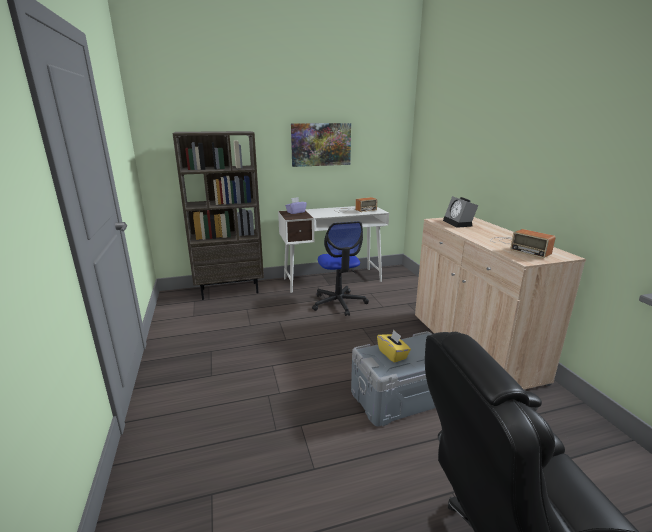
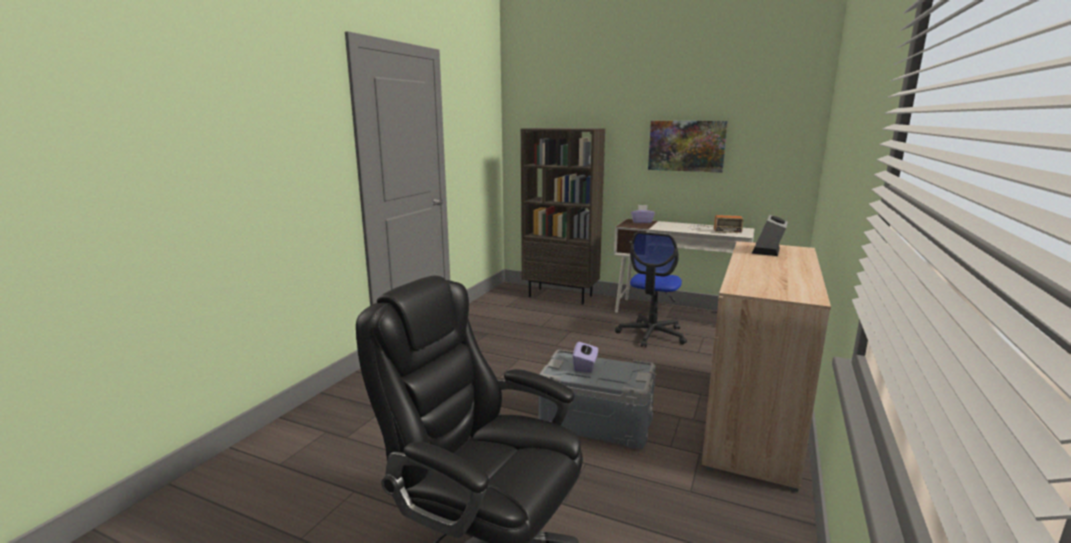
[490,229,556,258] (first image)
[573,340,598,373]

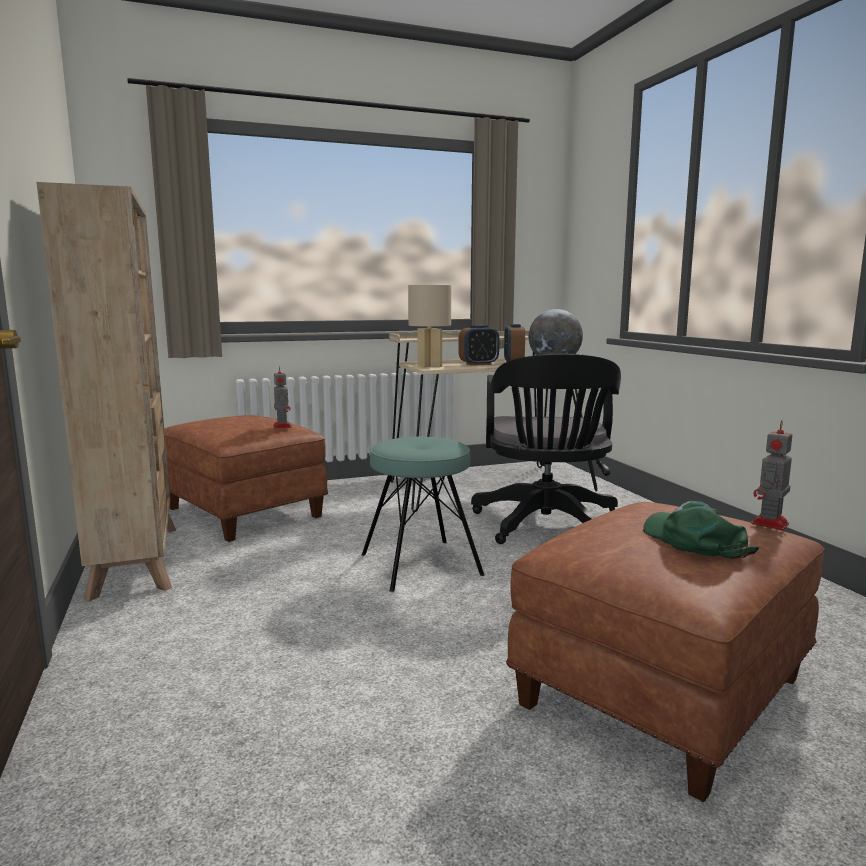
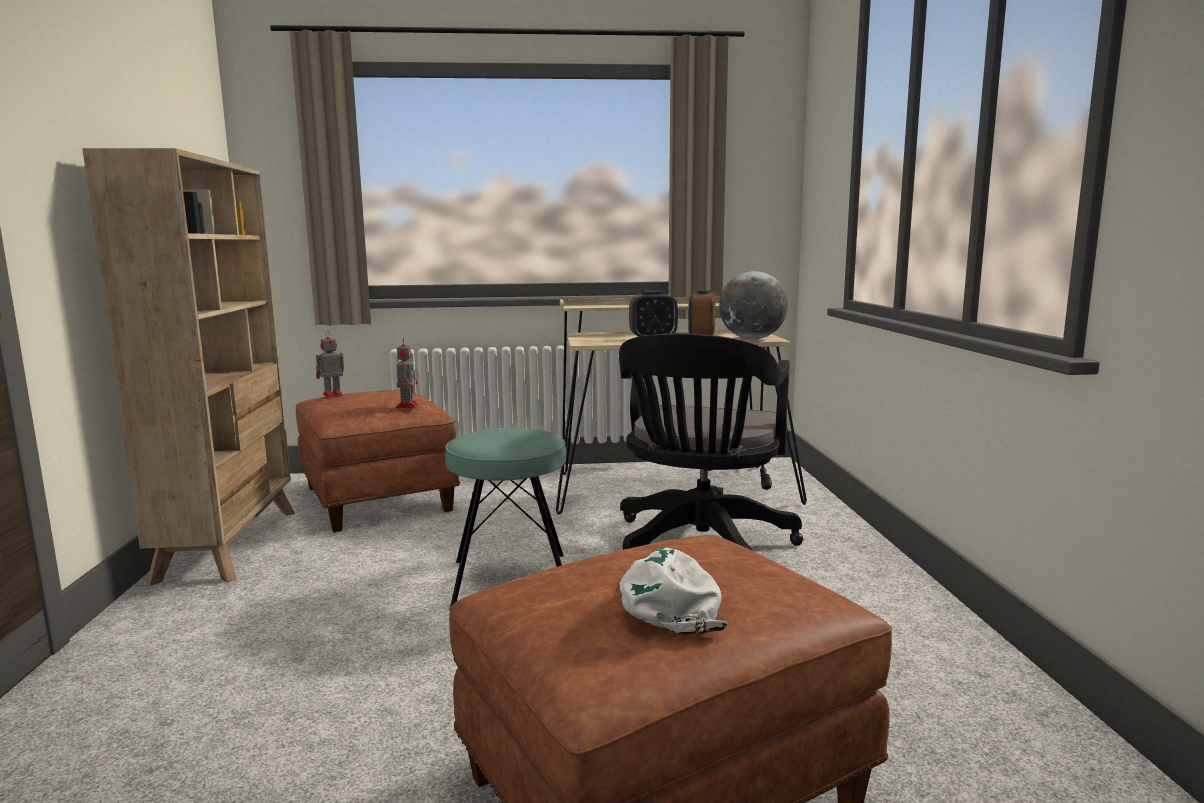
[408,285,451,367] (first image)
[316,331,344,398]
[619,547,728,635]

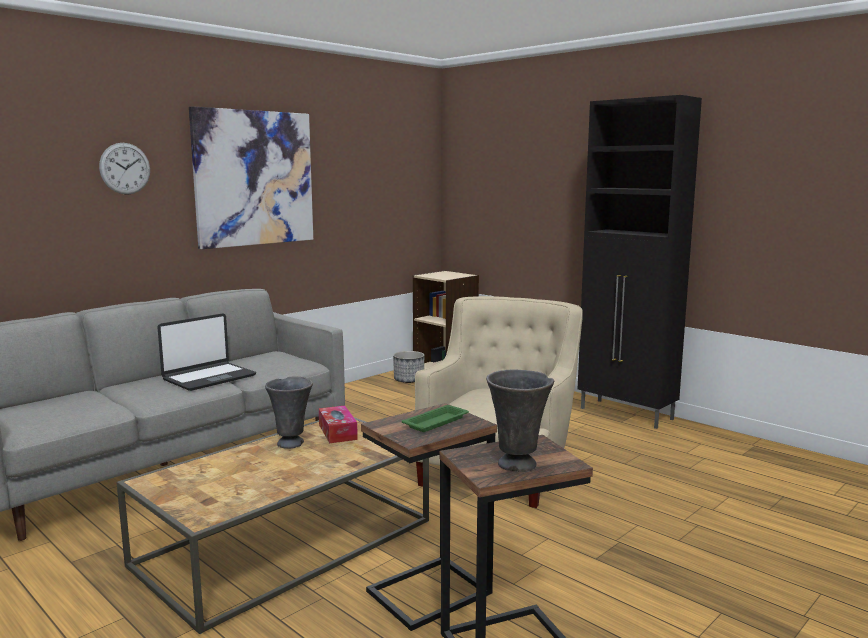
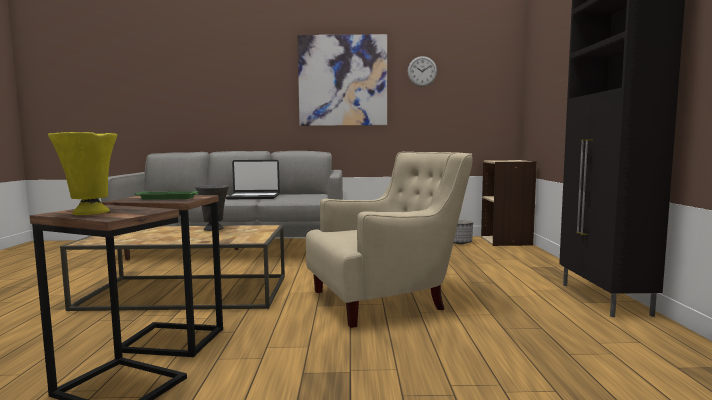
[407,56,437,87]
[48,132,117,215]
[319,406,358,443] (first image)

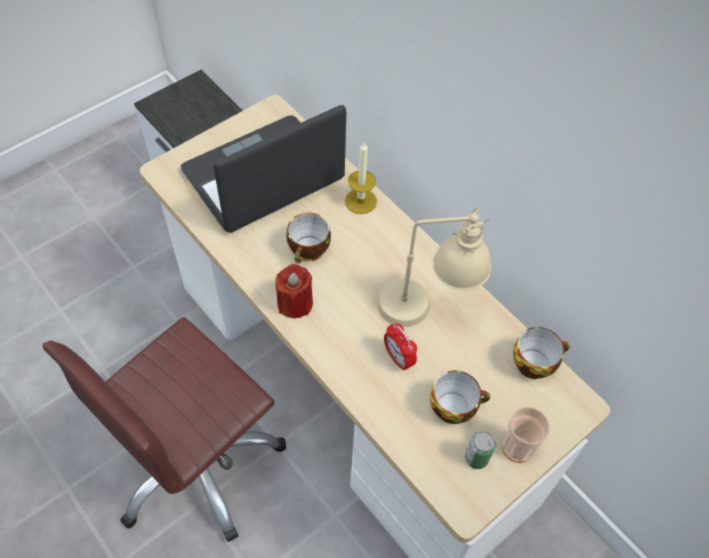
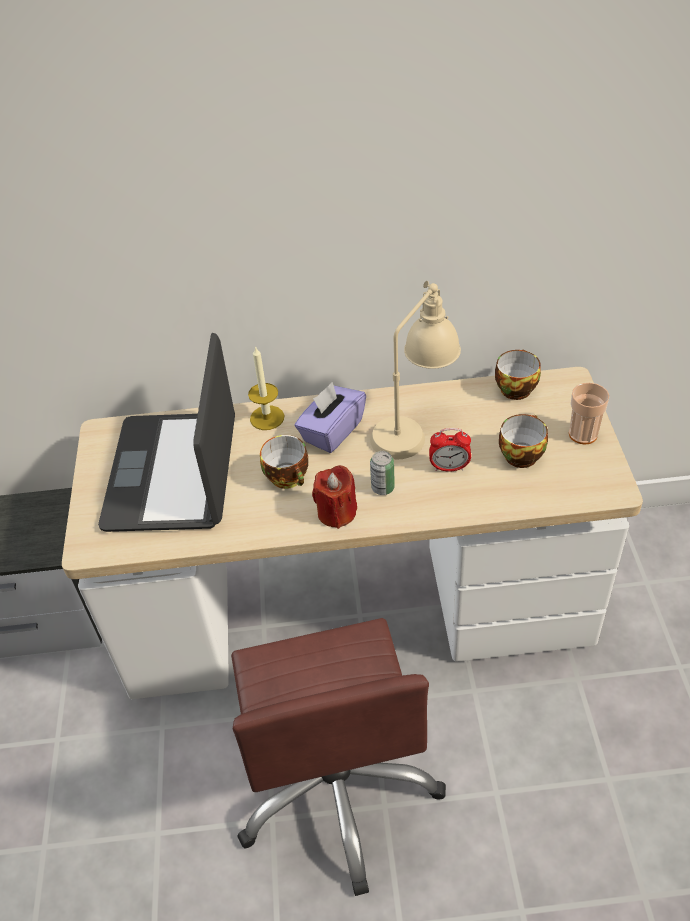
[370,451,395,495]
[295,382,366,453]

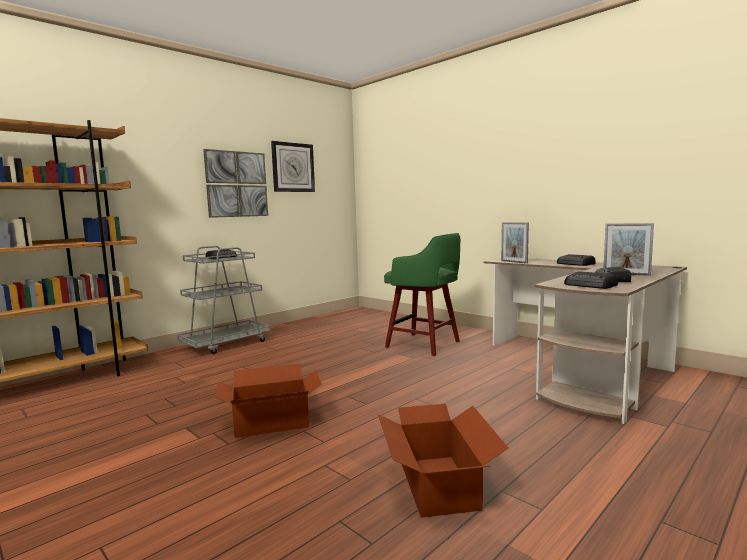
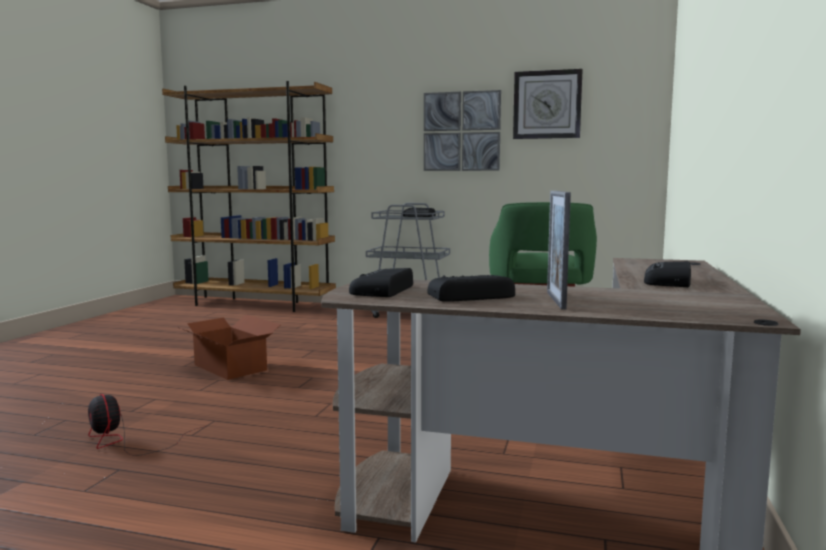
[501,222,529,264] (first image)
[88,394,206,456]

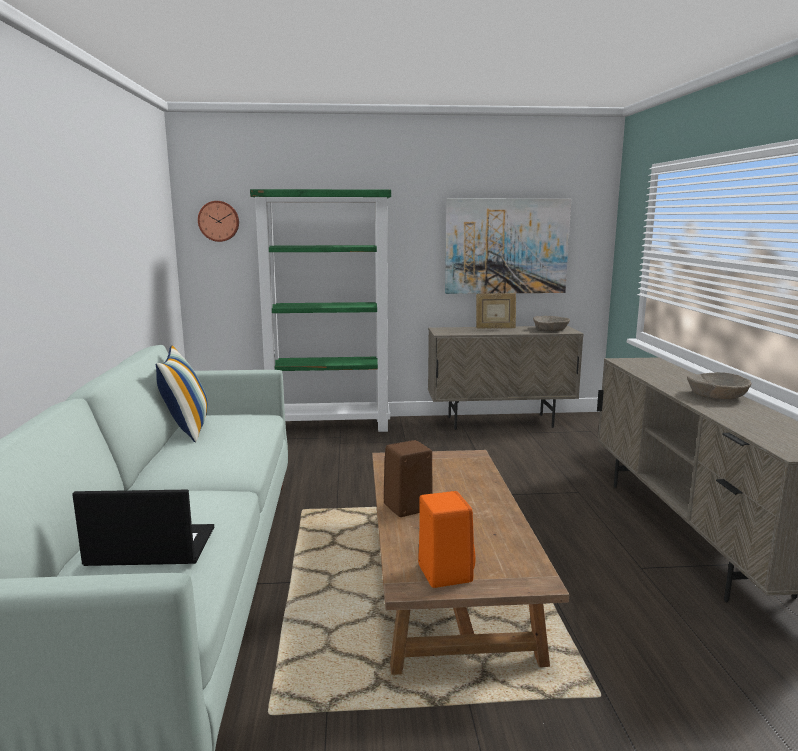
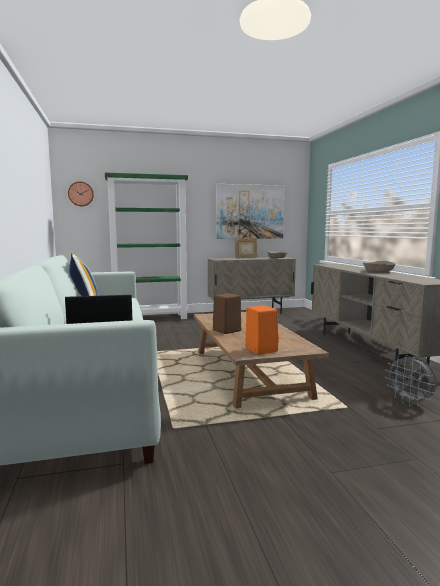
[385,355,437,406]

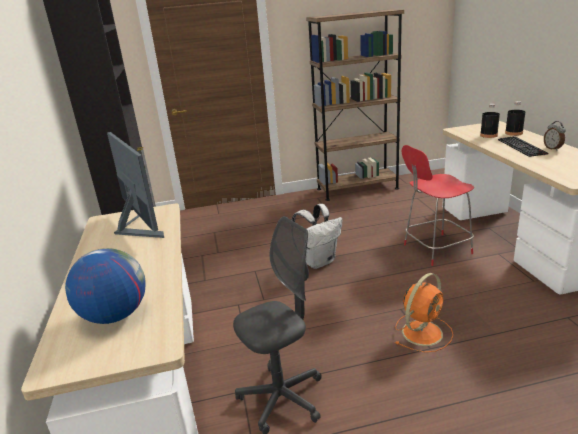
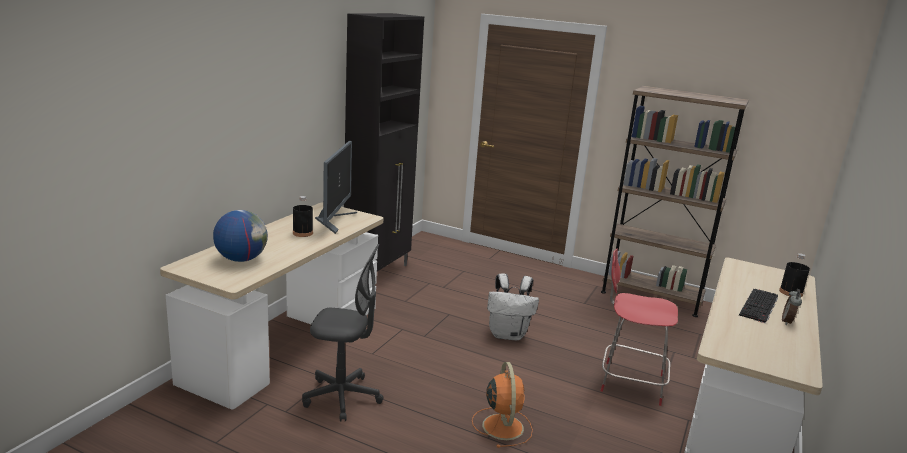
[293,196,313,237]
[472,362,533,448]

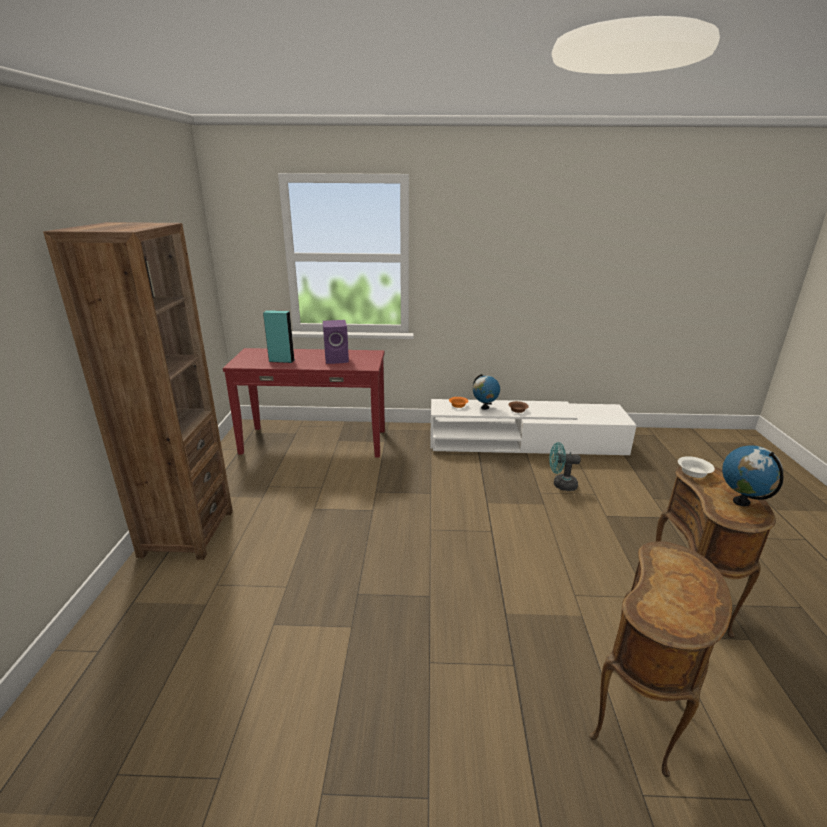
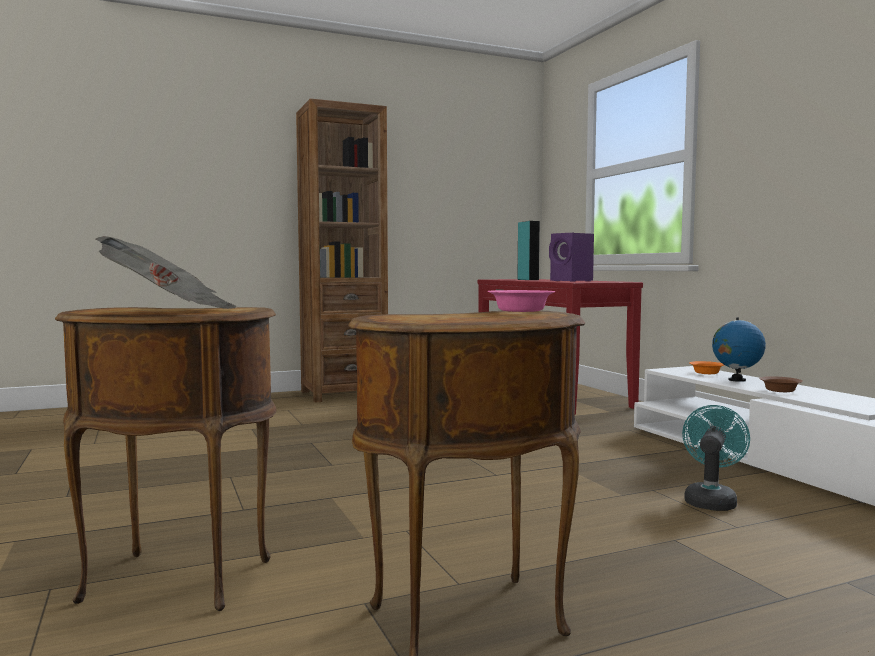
[682,405,750,511]
[722,445,783,506] (first image)
[487,290,555,312]
[95,236,236,309]

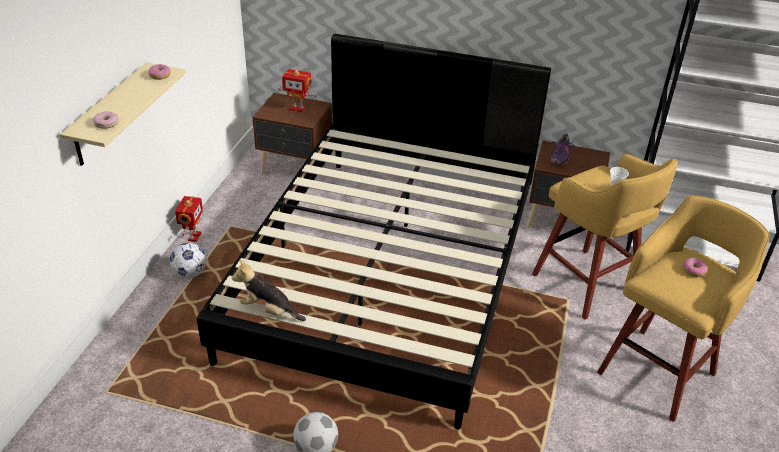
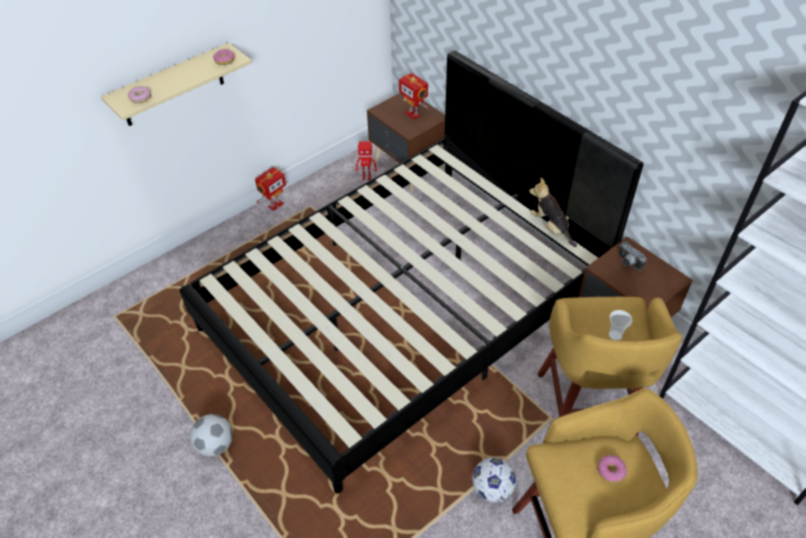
[618,241,646,270]
[472,457,516,503]
[529,178,577,247]
[355,141,377,180]

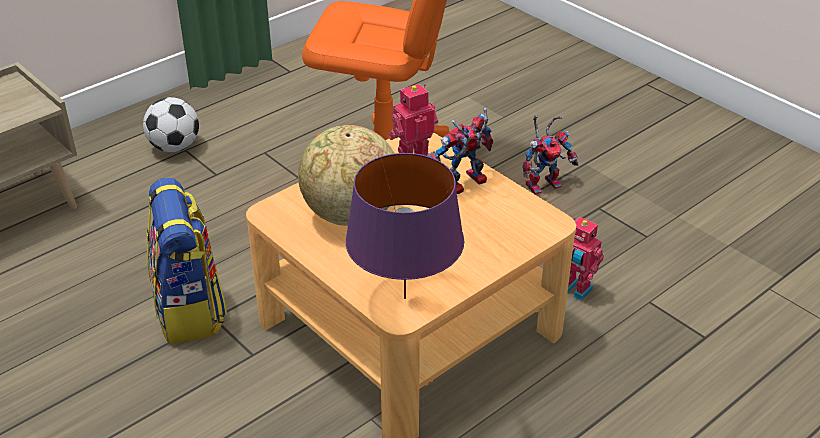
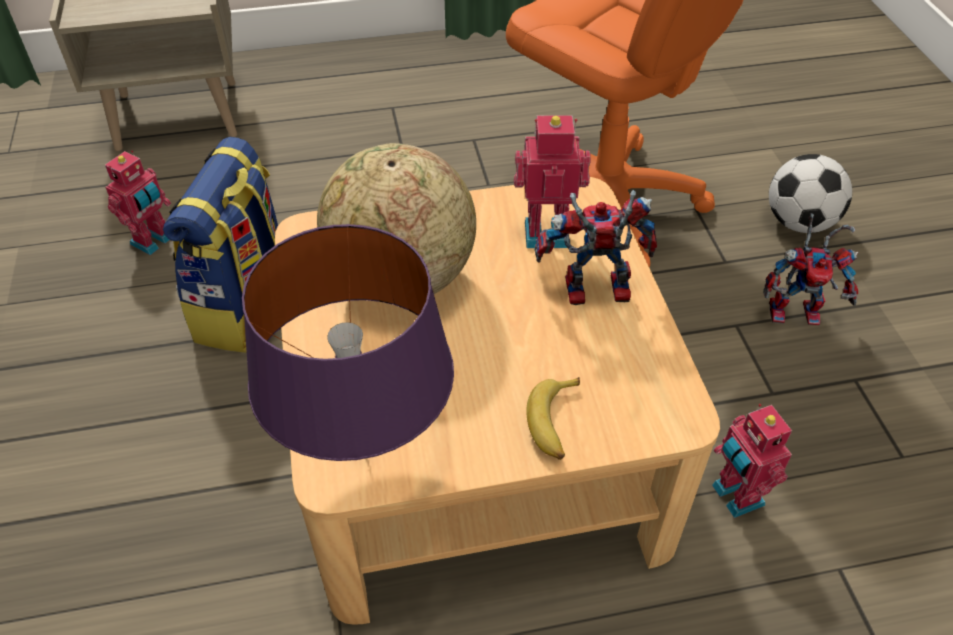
[769,154,852,233]
[105,150,171,255]
[526,377,580,460]

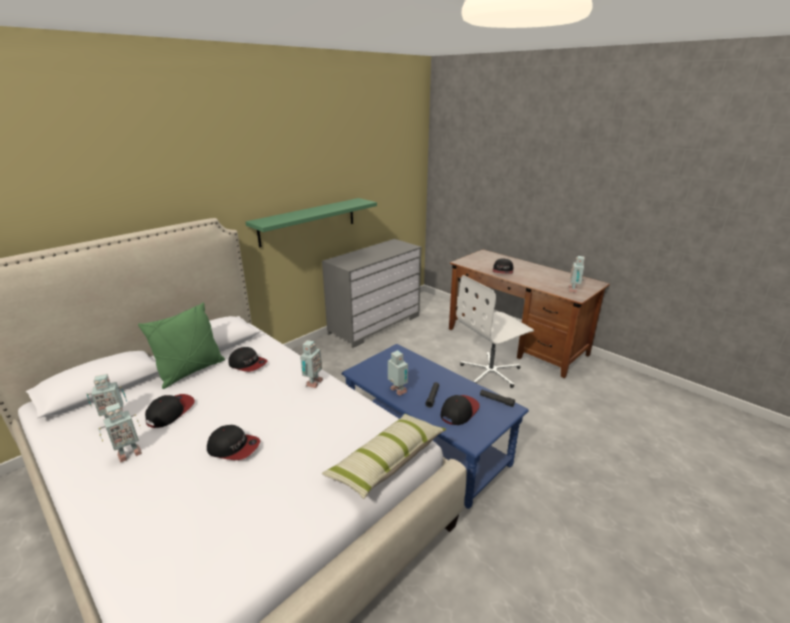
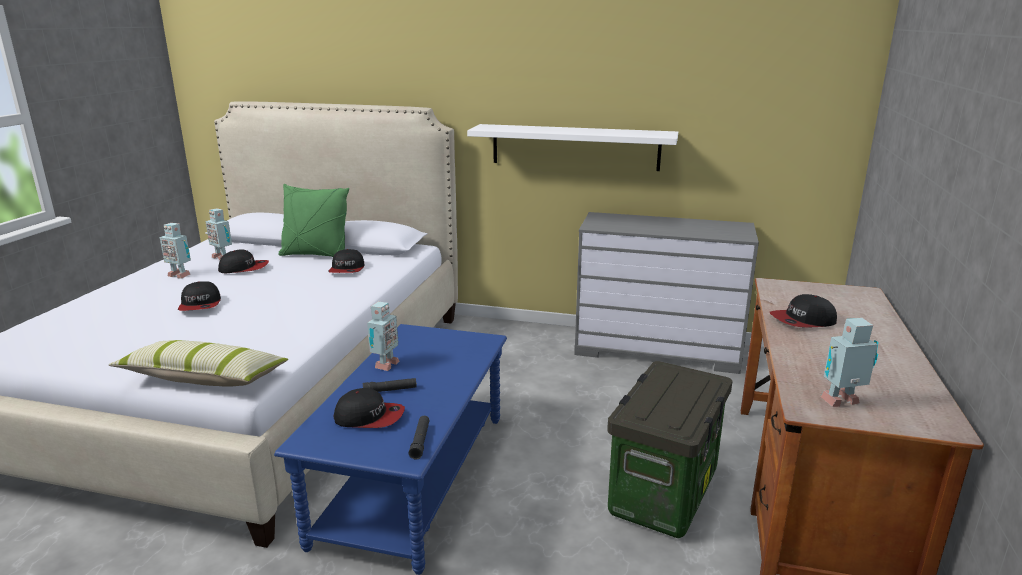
[467,124,678,171]
[607,361,732,538]
[300,340,323,388] (first image)

